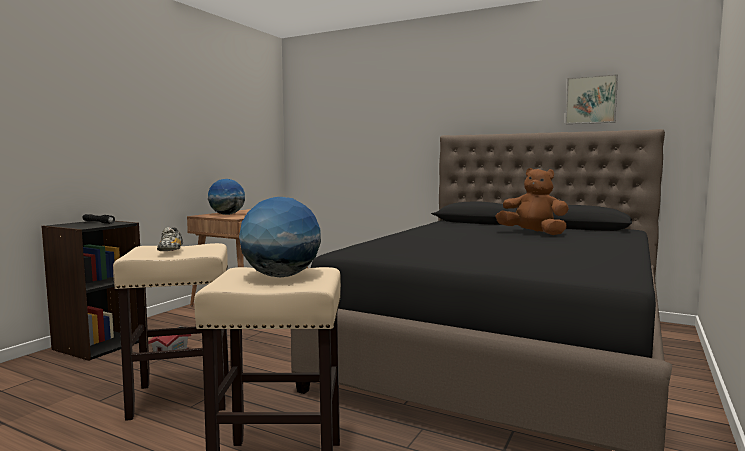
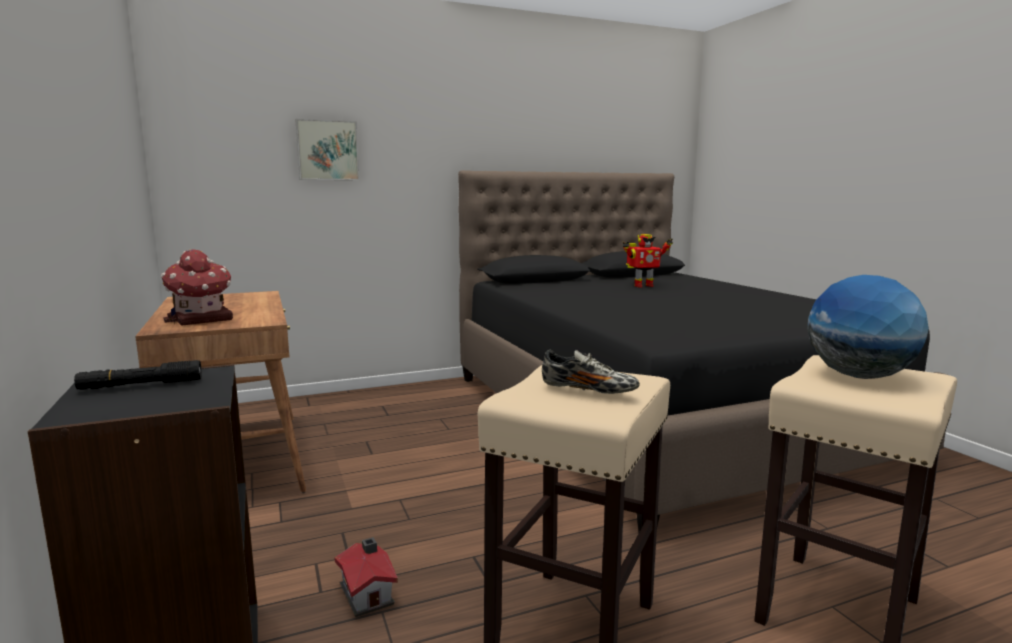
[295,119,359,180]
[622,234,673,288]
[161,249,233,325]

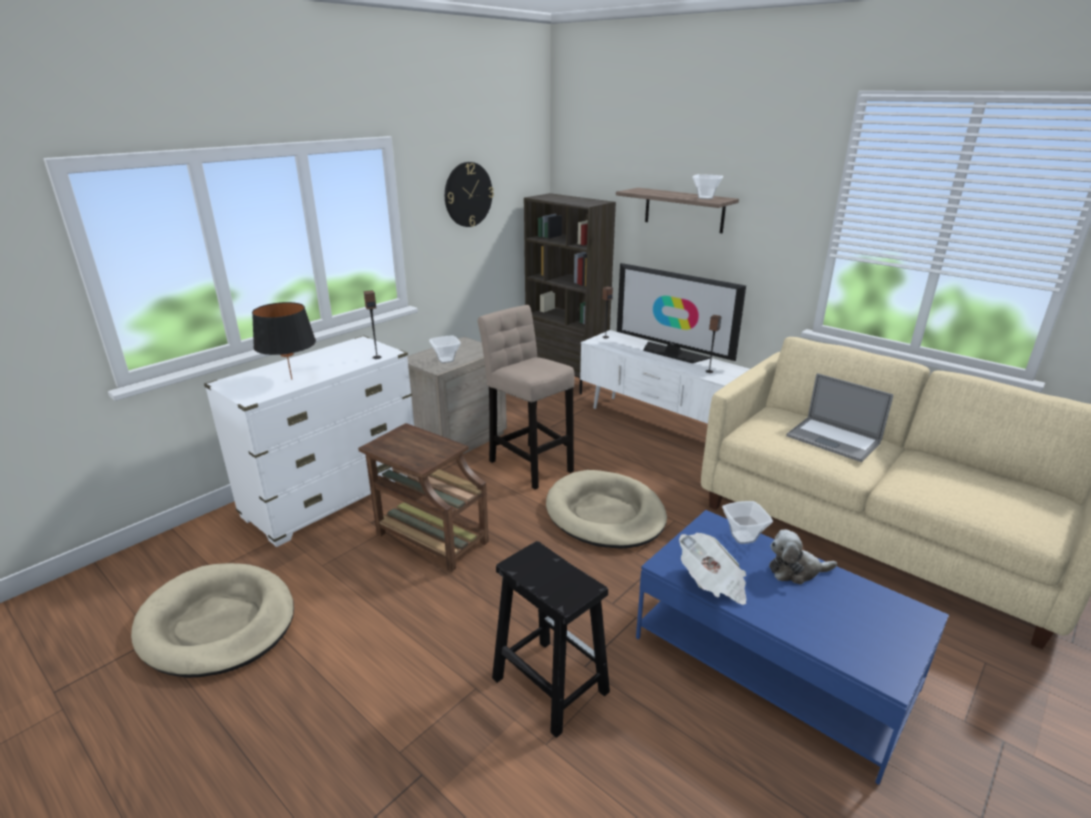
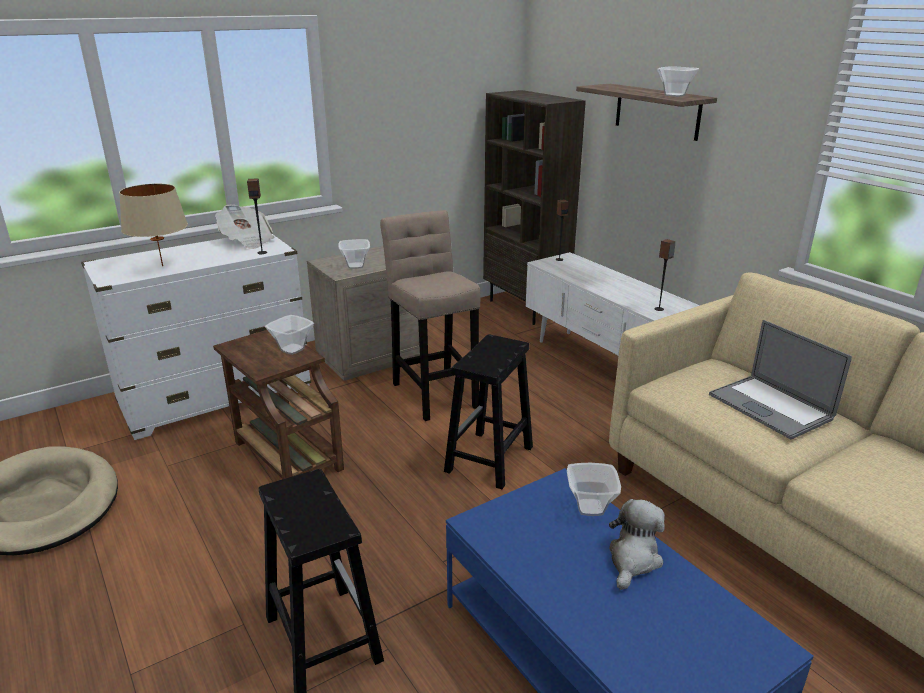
[445,162,494,227] (first image)
[617,263,746,363] (first image)
[119,184,188,266]
[444,334,533,489]
[609,499,665,590]
[215,204,274,249]
[265,315,314,355]

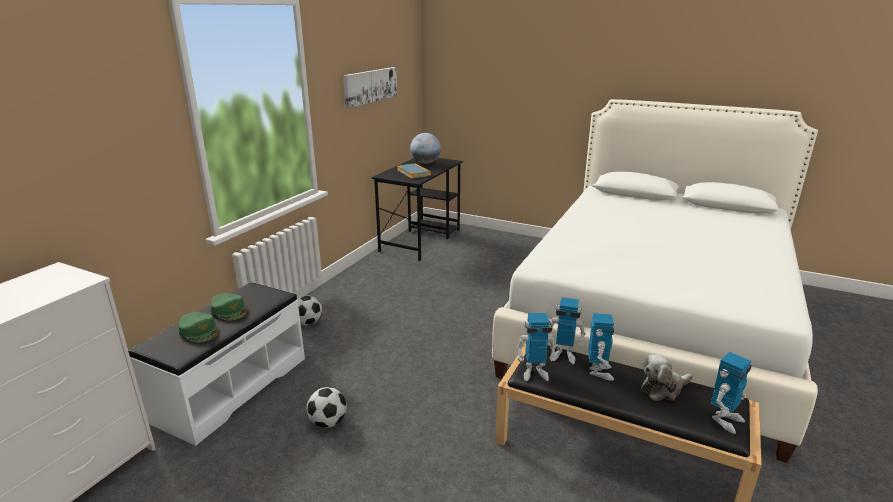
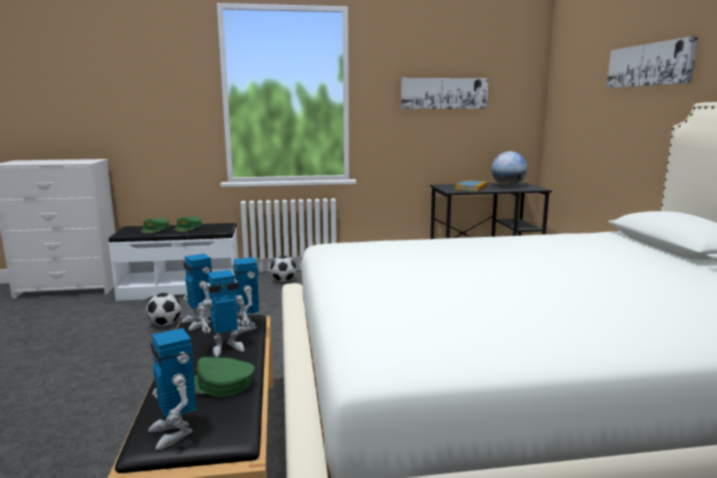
[148,328,197,450]
[194,357,255,397]
[607,36,698,88]

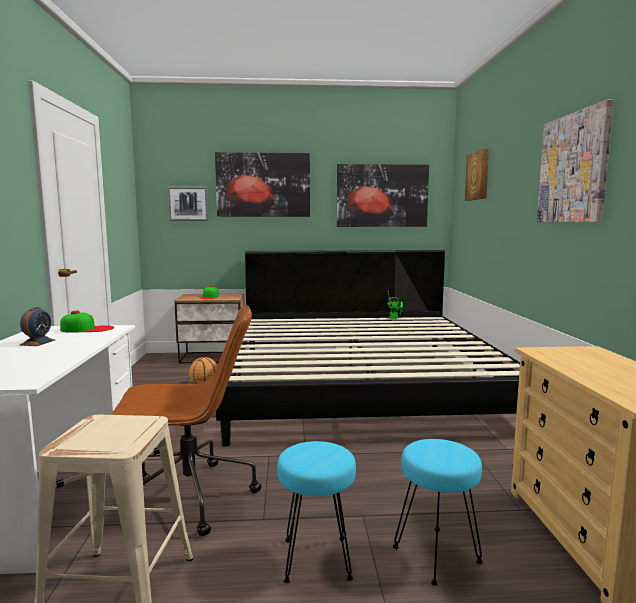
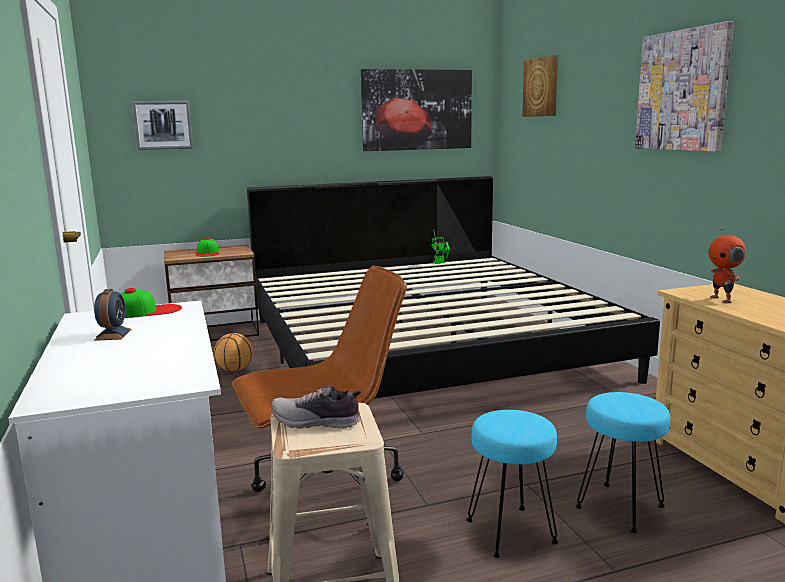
[215,152,310,217] (first image)
[709,227,746,303]
[271,385,362,429]

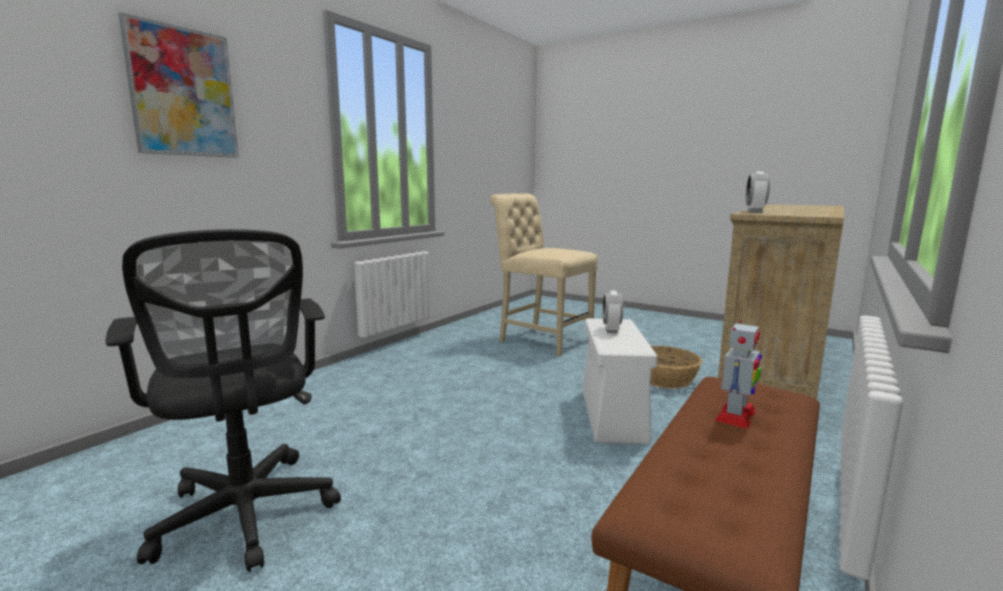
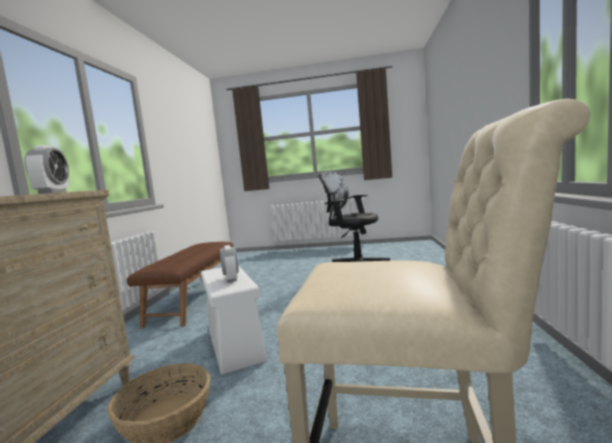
[119,12,239,158] (first image)
[715,320,762,429] (first image)

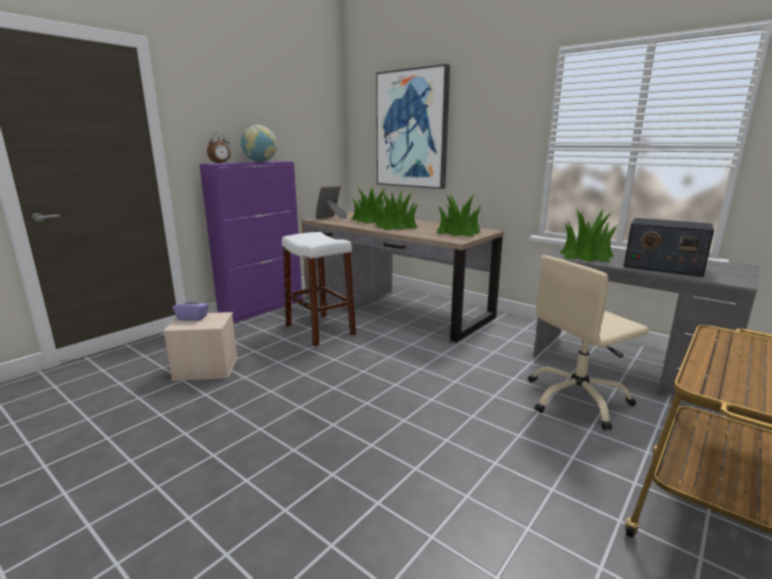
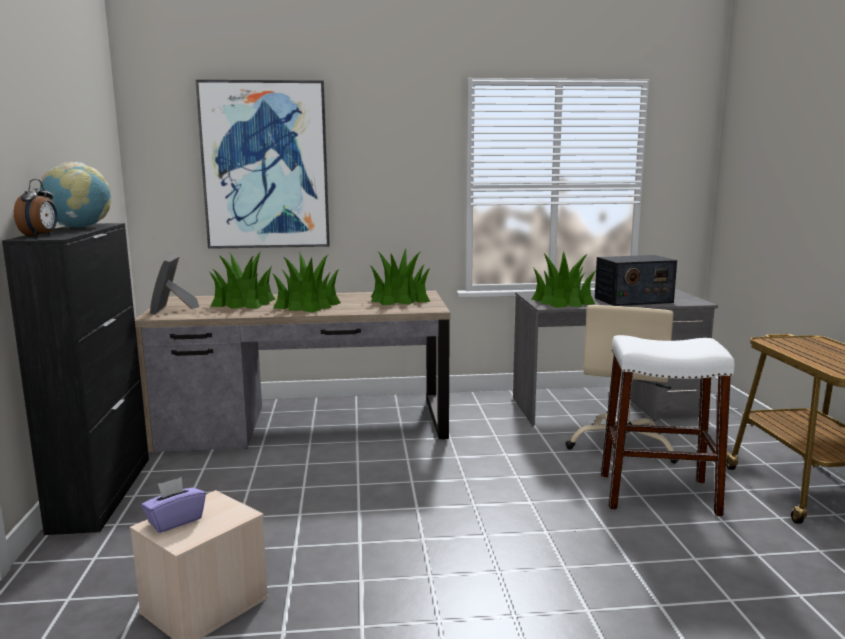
[2,223,149,535]
[601,335,735,517]

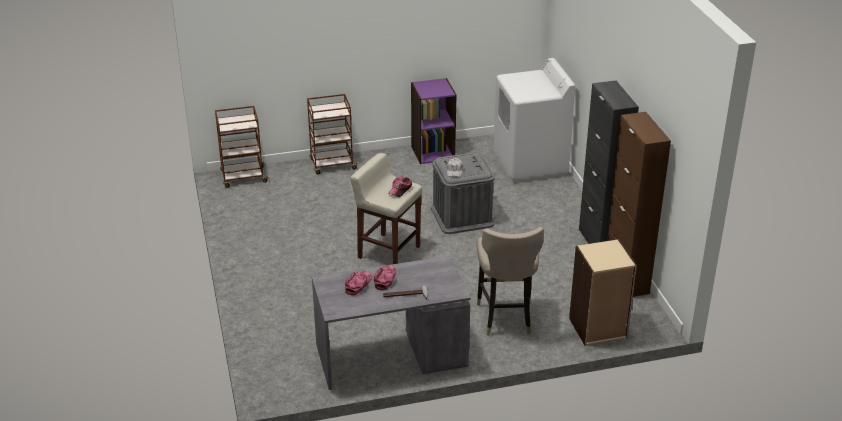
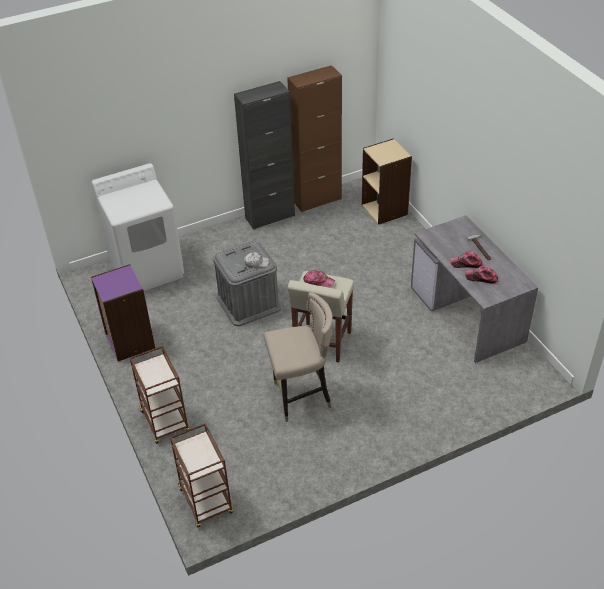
[264,292,333,422]

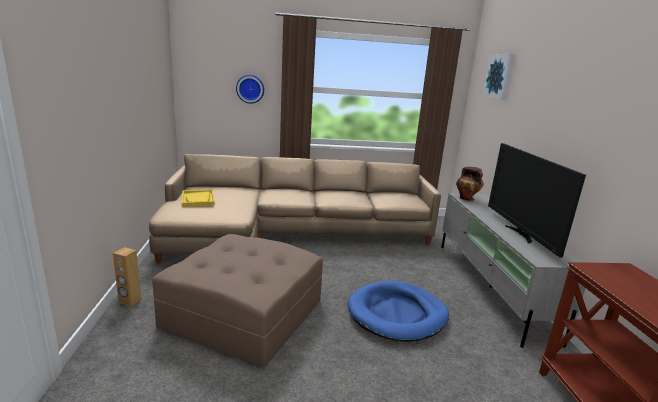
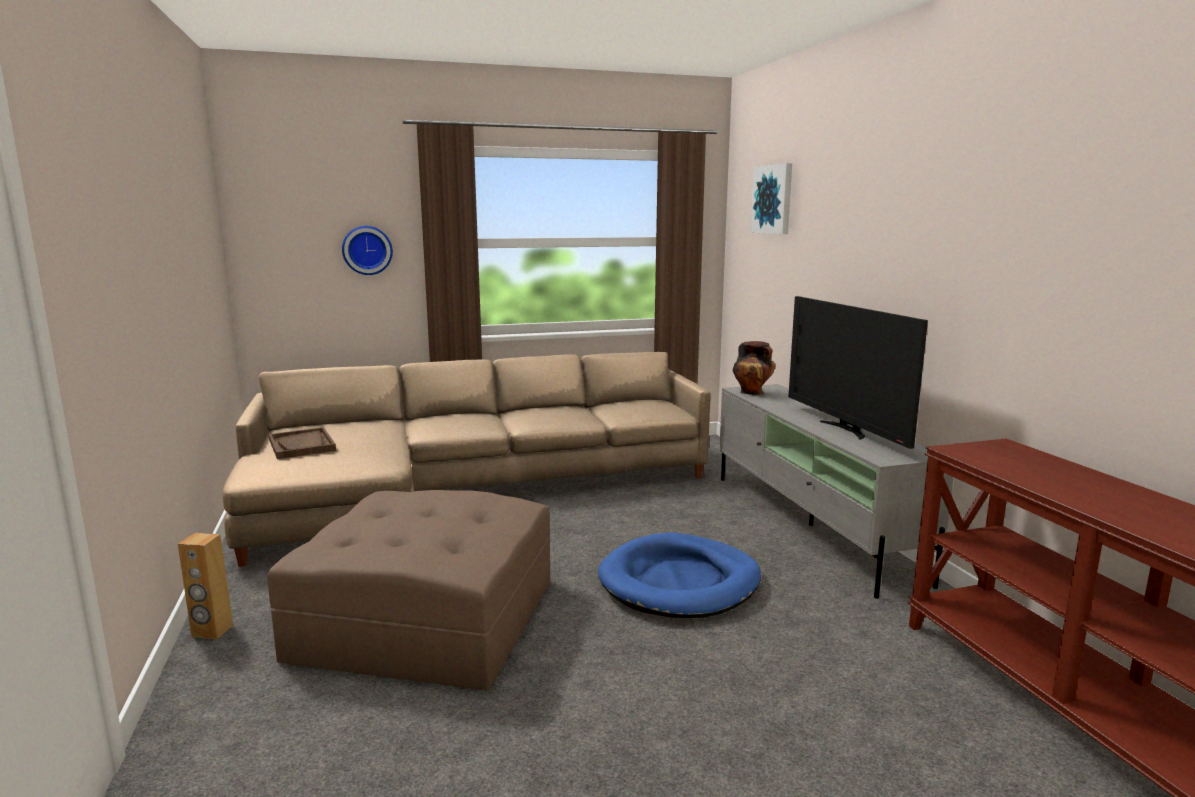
[269,427,336,459]

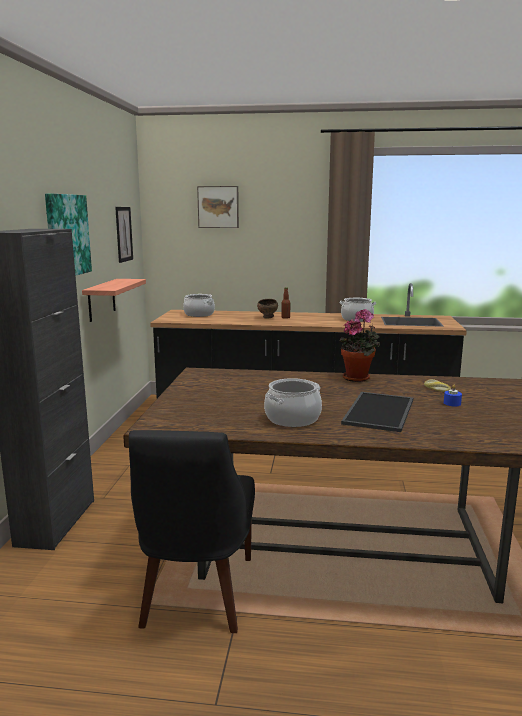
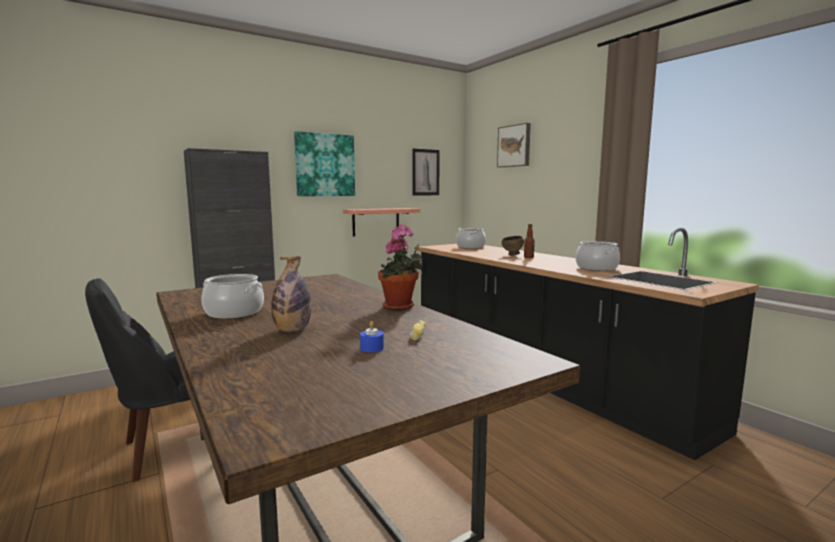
[271,256,311,332]

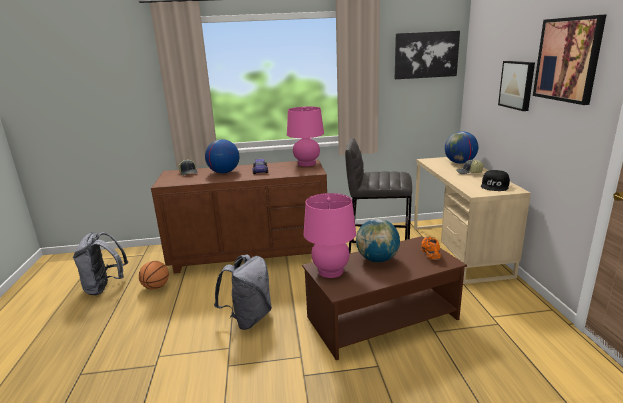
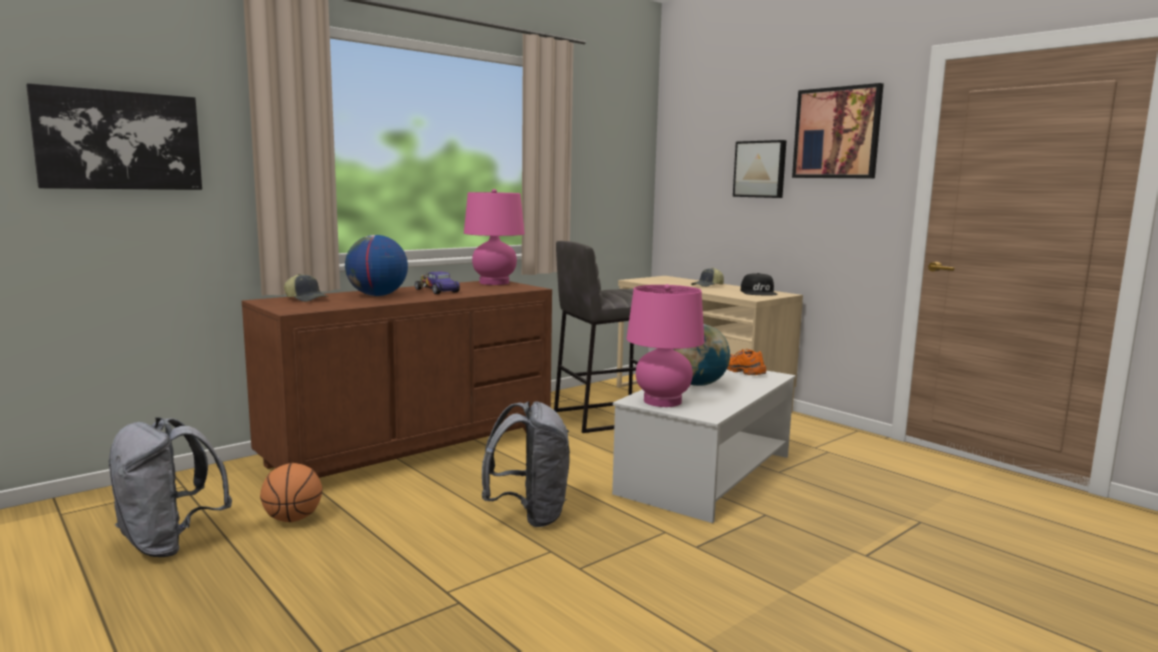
[26,83,202,190]
[445,131,479,164] (first image)
[612,370,796,523]

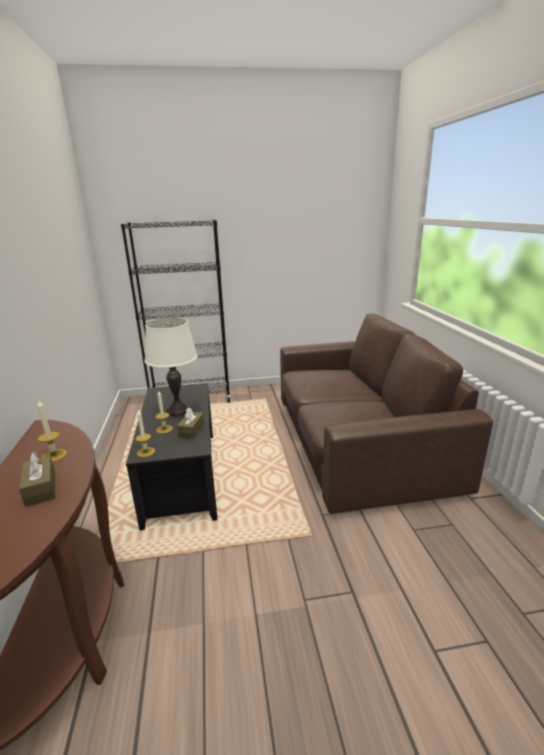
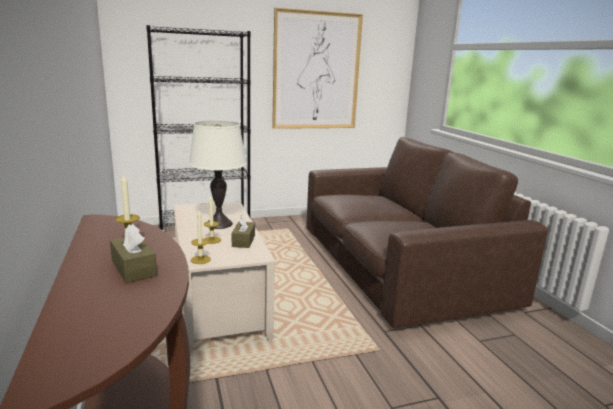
[174,201,275,353]
[272,8,363,129]

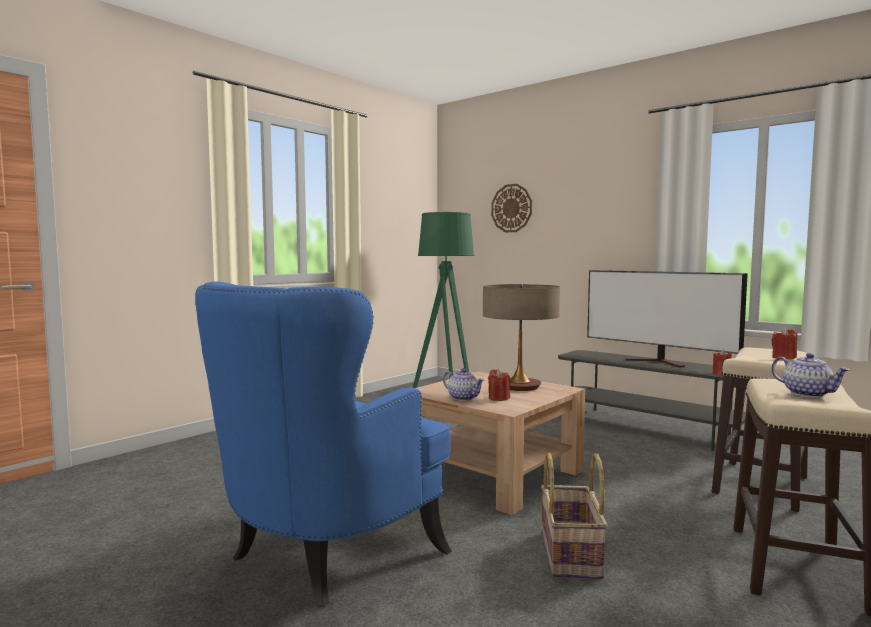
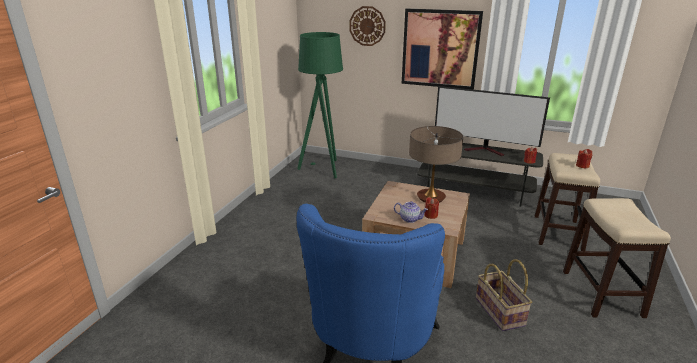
[771,353,850,397] (first image)
[402,8,483,90]

